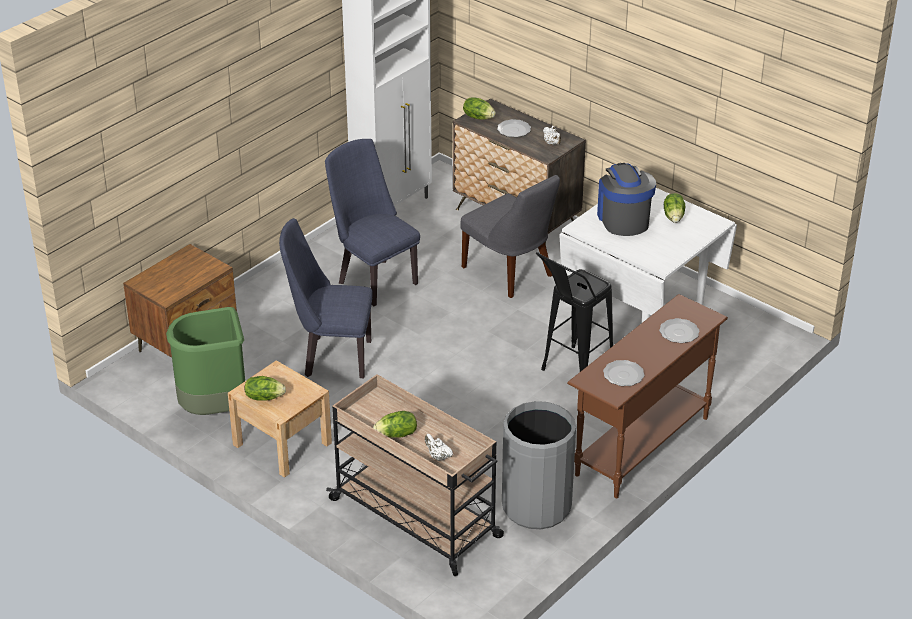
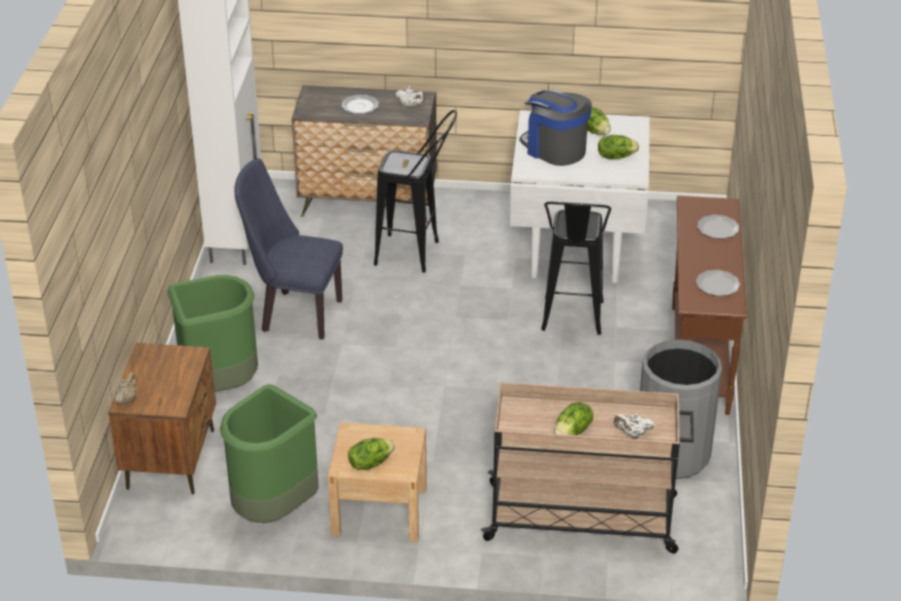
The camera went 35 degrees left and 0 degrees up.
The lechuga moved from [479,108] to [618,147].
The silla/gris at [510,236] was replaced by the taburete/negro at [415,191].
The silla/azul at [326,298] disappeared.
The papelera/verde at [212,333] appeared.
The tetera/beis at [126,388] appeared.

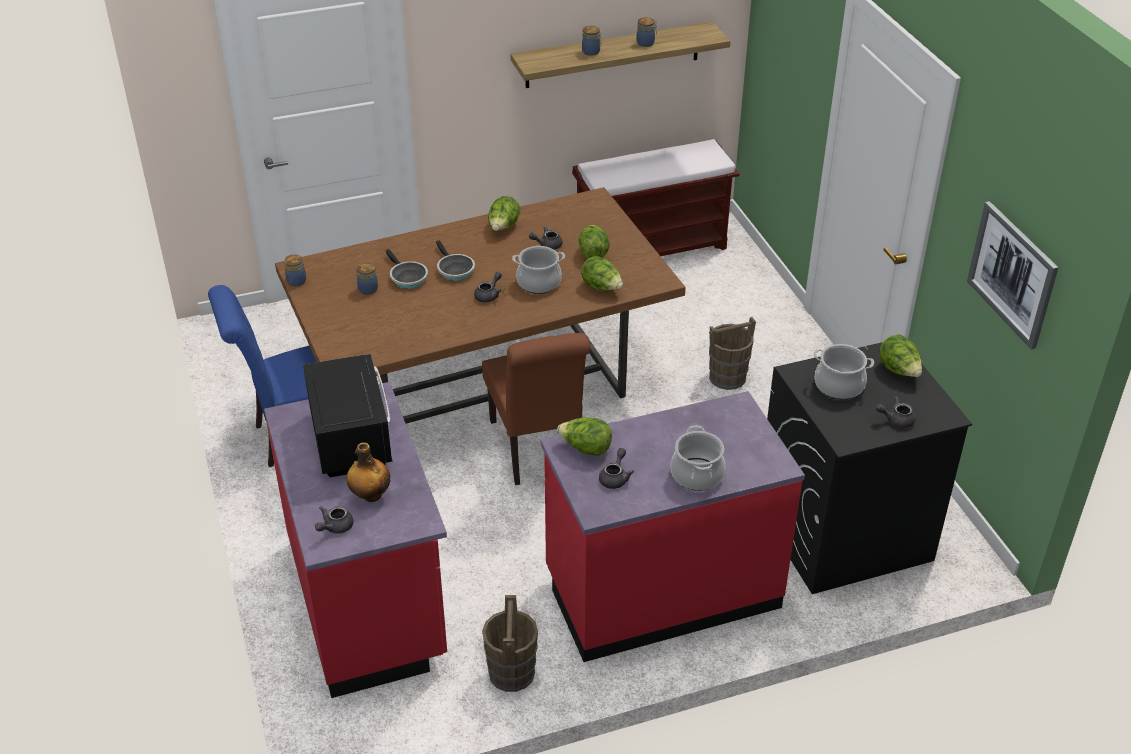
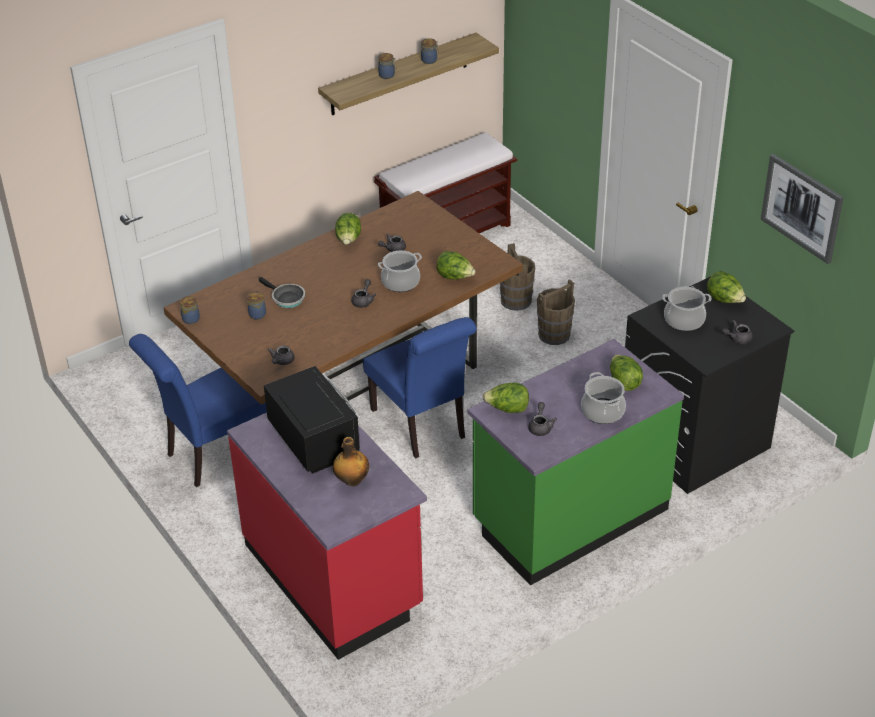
The camera went 15 degrees left and 0 degrees up.
The lechuga moved from [593,242] to [626,372].
The sartén at [455,260] disappeared.
The silla/marrón at [536,409] became the silla/azul at [419,387].
The mueble bajo de cocina/rojo at [672,526] became the mueble bajo de cocina/verde at [576,462].
The tetera/gris moved from [334,519] to [281,355].
The cubo/marrón moved from [510,643] to [517,277].

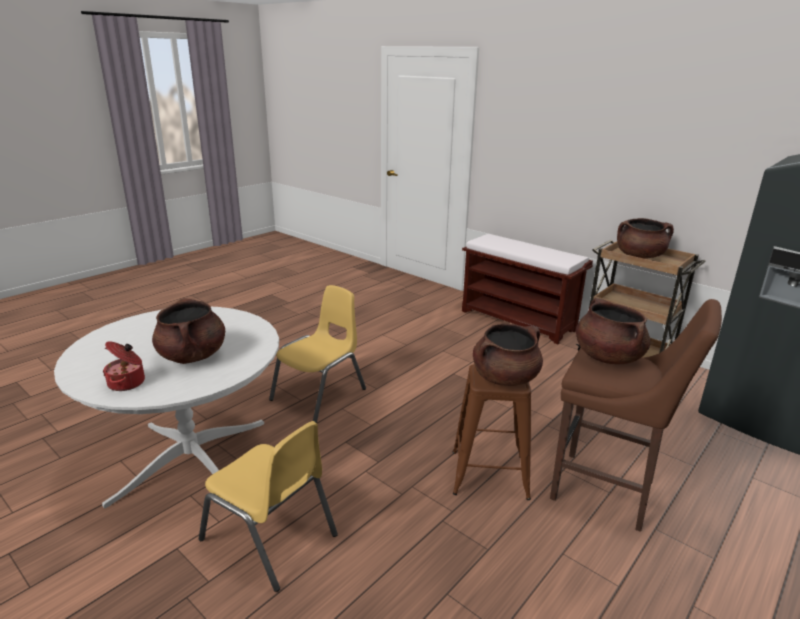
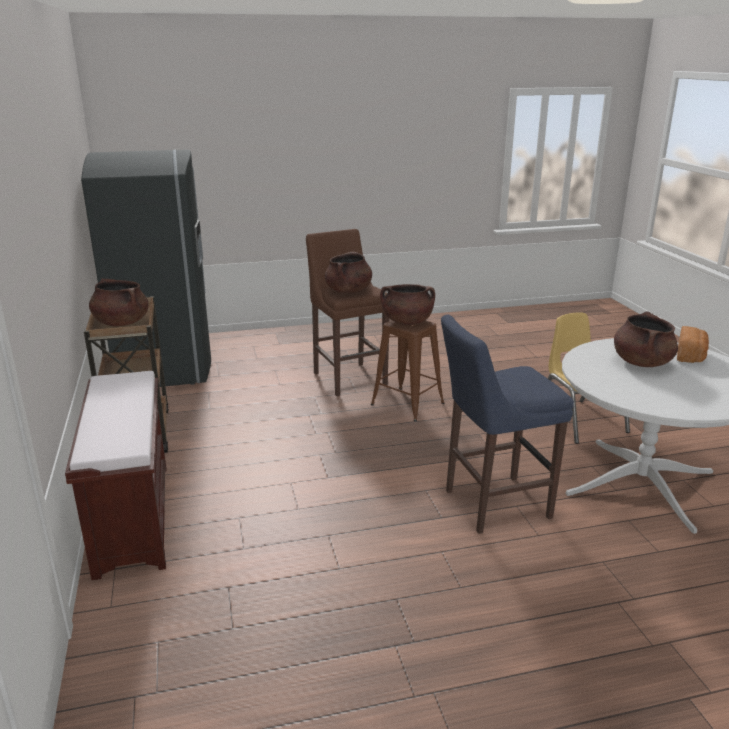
The camera went 145 degrees left and 0 degrees up.
The silla/amarillo at [317,354] was replaced by the taburete/azul at [507,424].
The olla at [124,366] was replaced by the pan at [693,344].

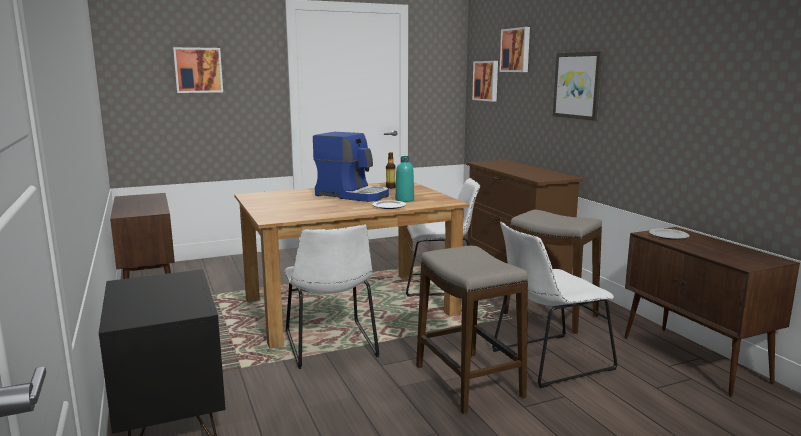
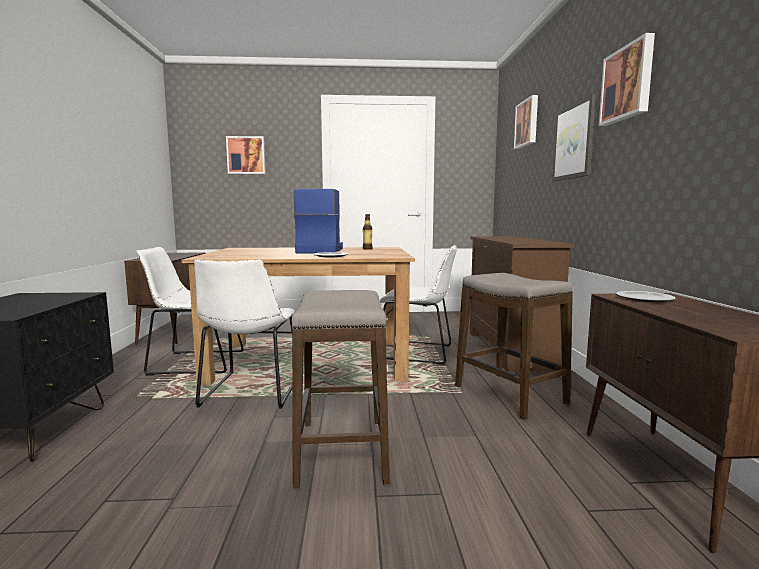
The camera went 20 degrees right and 5 degrees down.
The cuadro moved from [485,81] to [627,79].
The cafetera at [351,167] turned 135 degrees counterclockwise.
The botella/turquesa at [404,179] disappeared.
The silla/blanco moved from [555,305] to [190,311].

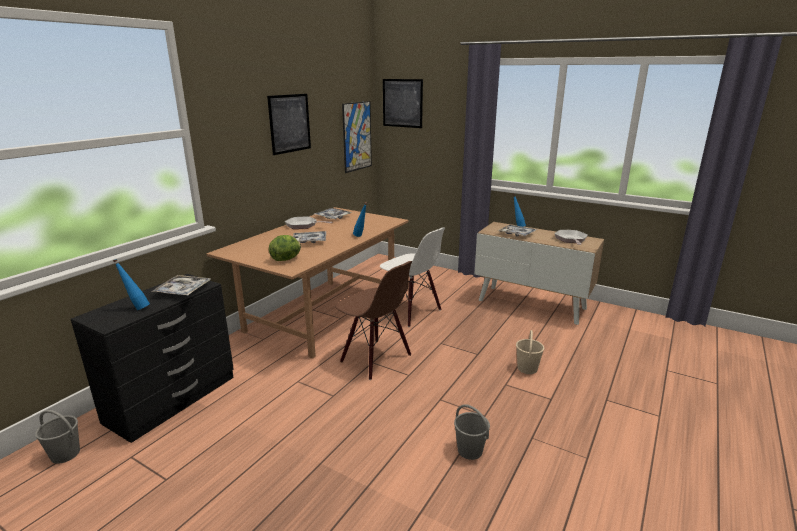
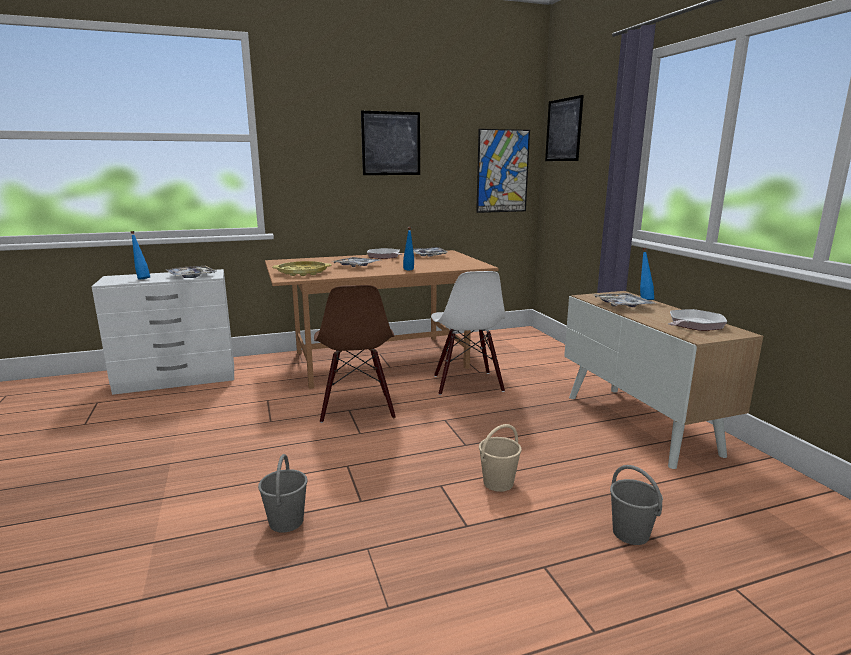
The camera went 40 degrees right and 5 degrees down.
The lechuga at [285,248] was replaced by the bandeja/amarillo at [301,268].
The cómoda/negro at [152,358] became the cómoda/blanco at [162,332].
The cubo/gris moved from [57,437] to [636,505].

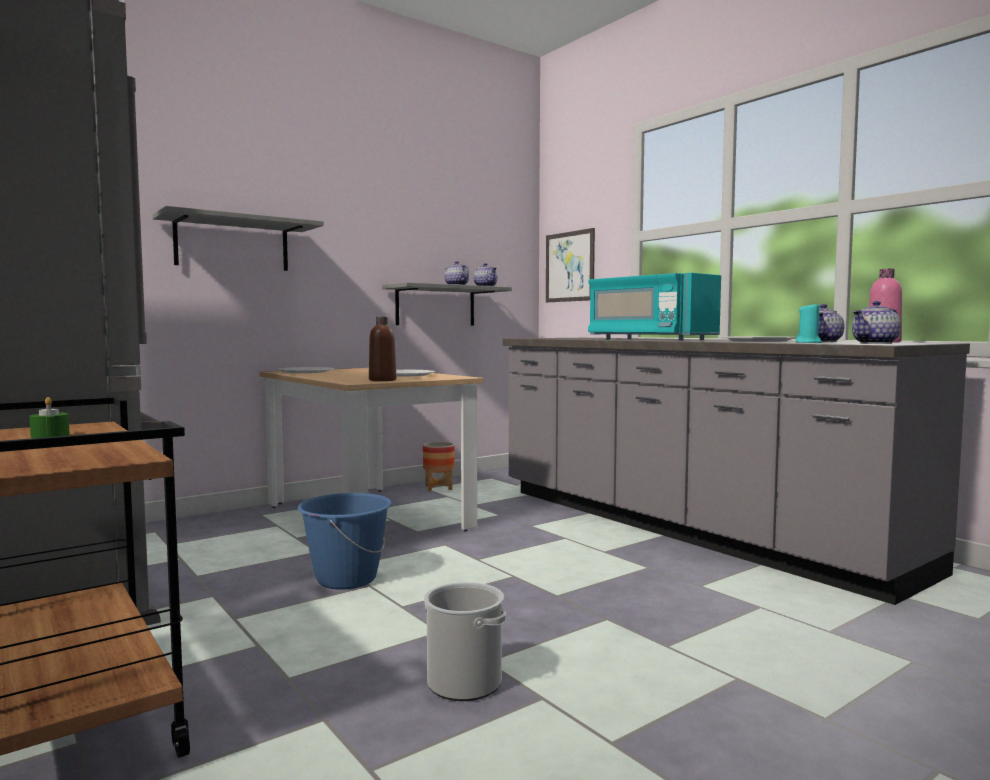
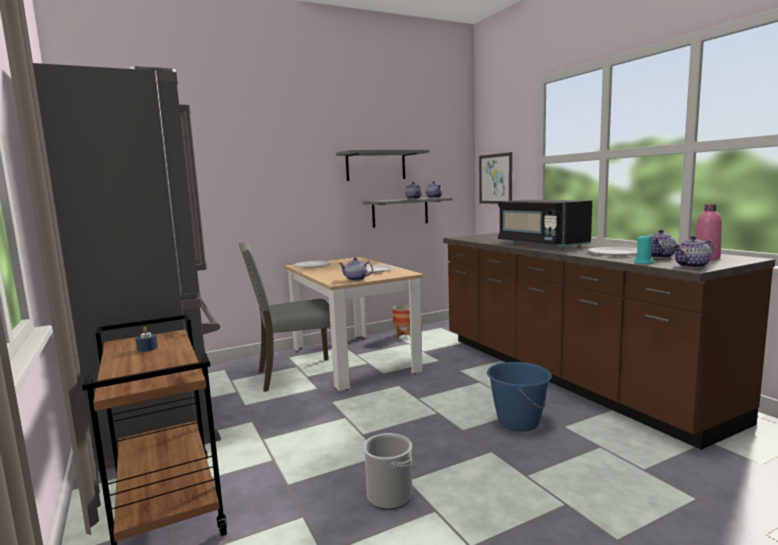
The camera went 10 degrees right and 5 degrees up.
The estante/gris moved from [238,238] to [383,165].
The microondas/turquesa at [654,306] became the microondas/negro at [545,224].
The botella/marrón at [382,349] was replaced by the tetera at [356,269].
The mueble bajo de cocina/gris at [736,471] became the mueble bajo de cocina/marrón at [609,341].
The vela/verde at [49,417] became the vela/azul at [147,339].
The cubo/azul moved from [345,541] to [519,396].
The silla/gris at [285,317] appeared.

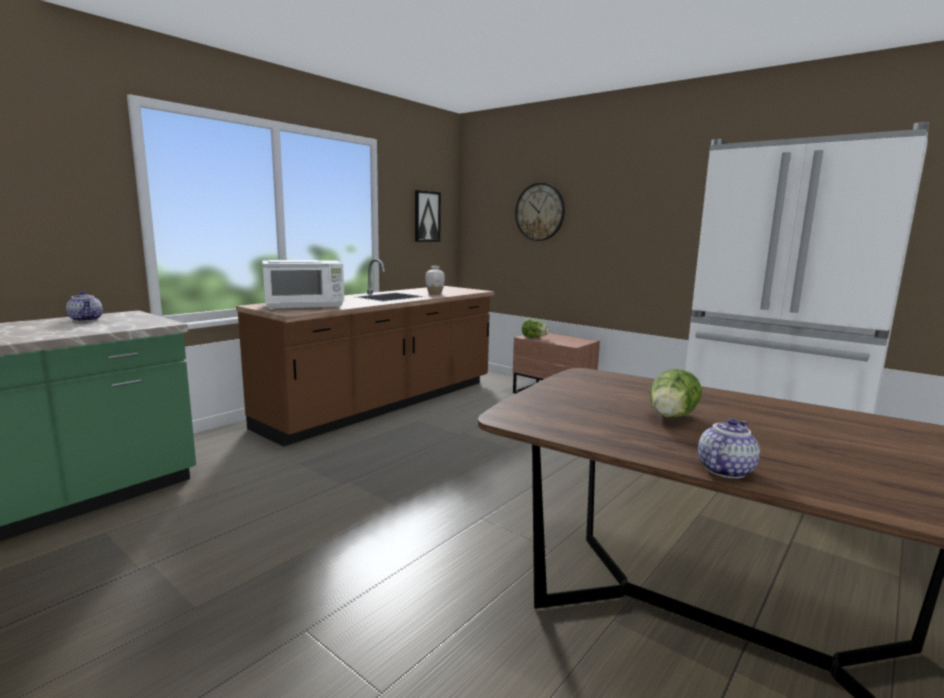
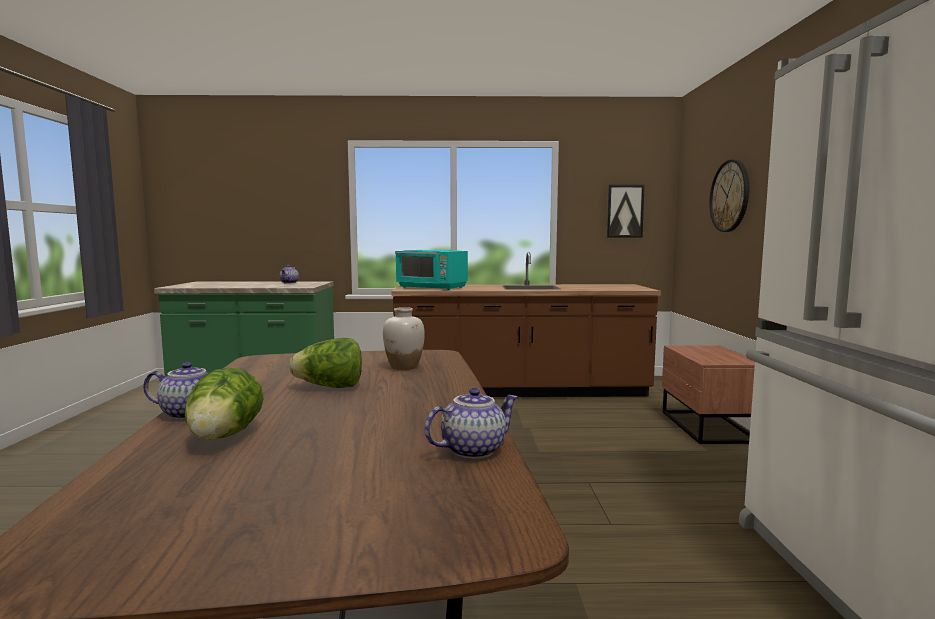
The camera went 50 degrees right and 5 degrees down.
The microondas/blanco at [303,285] became the microondas/turquesa at [431,270].
The florero/blanco moved from [435,280] to [404,338].
The lechuga moved from [535,328] to [224,403].
The tetera at [471,423] appeared.

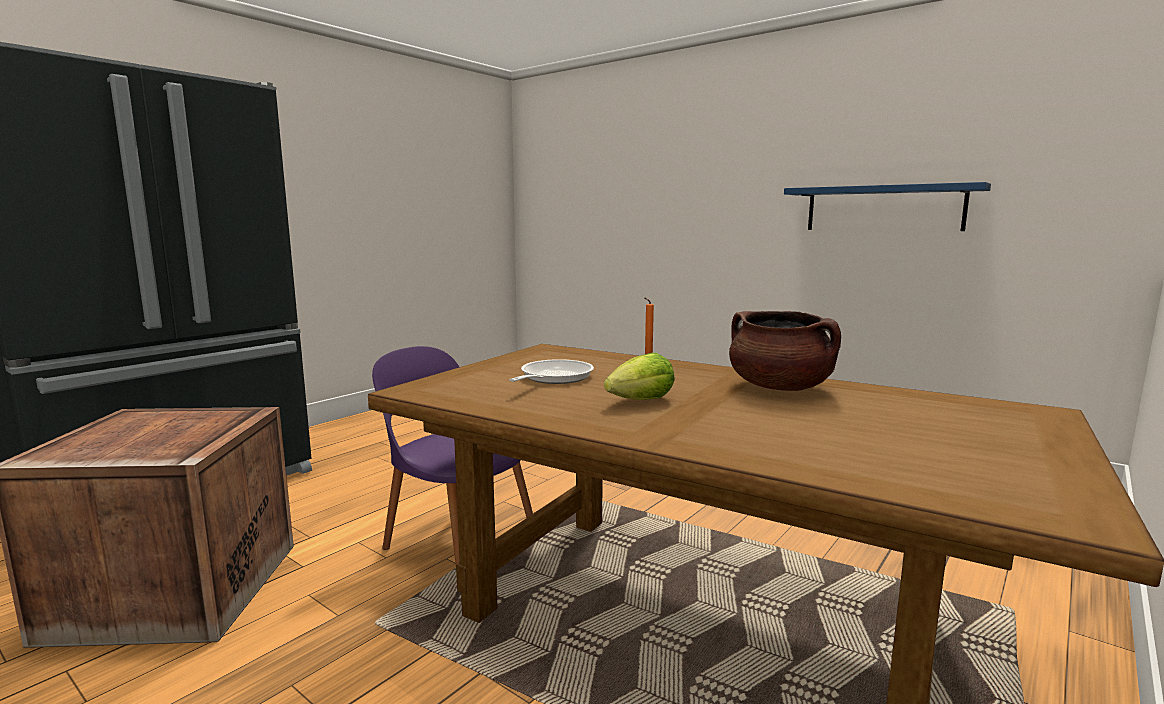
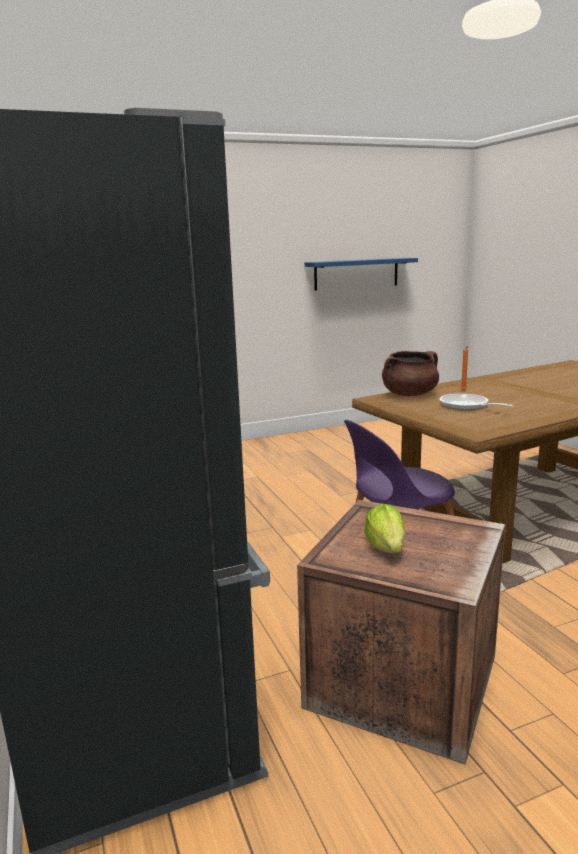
The camera went 60 degrees left and 5 degrees up.
The olla/marrón moved from [785,351] to [410,373].
The lechuga moved from [639,376] to [384,528].

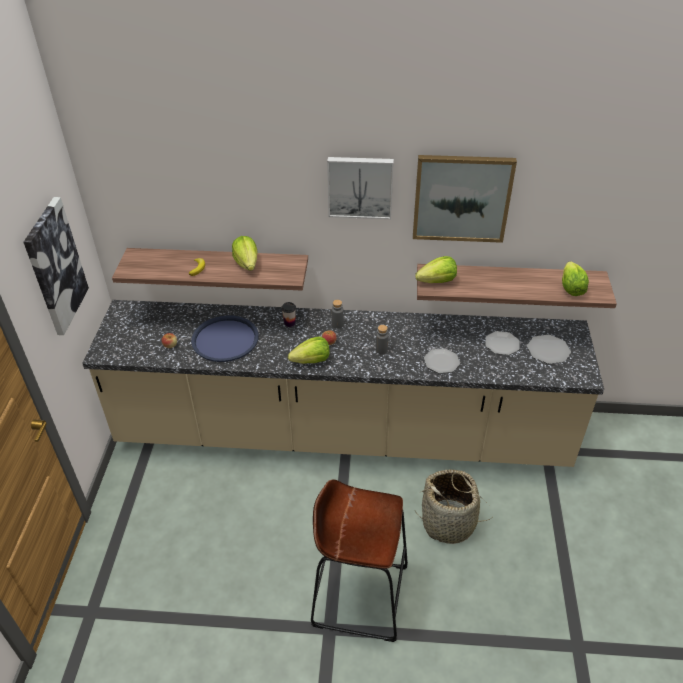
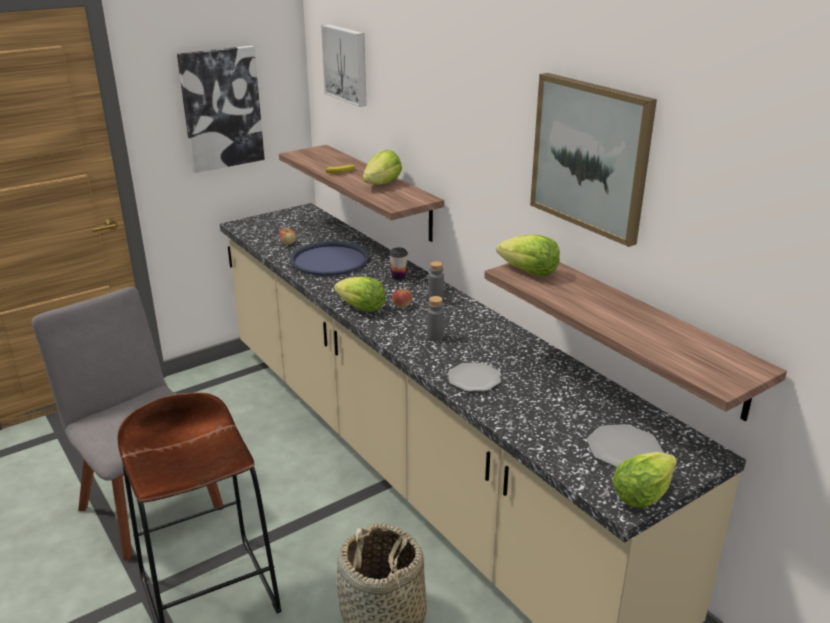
The camera went 50 degrees right and 15 degrees down.
The cuadro moved from [360,188] to [344,65].
The lechuga moved from [575,279] to [644,480].
The plato at [502,343] disappeared.
The silla/gris at [128,424] appeared.

